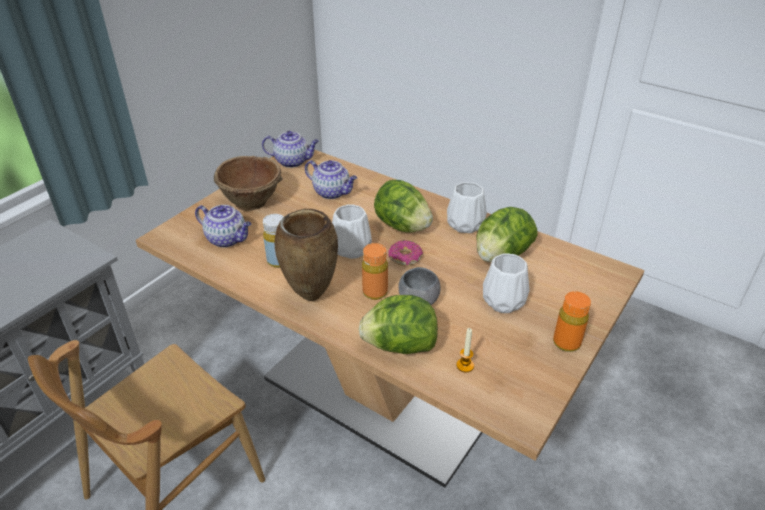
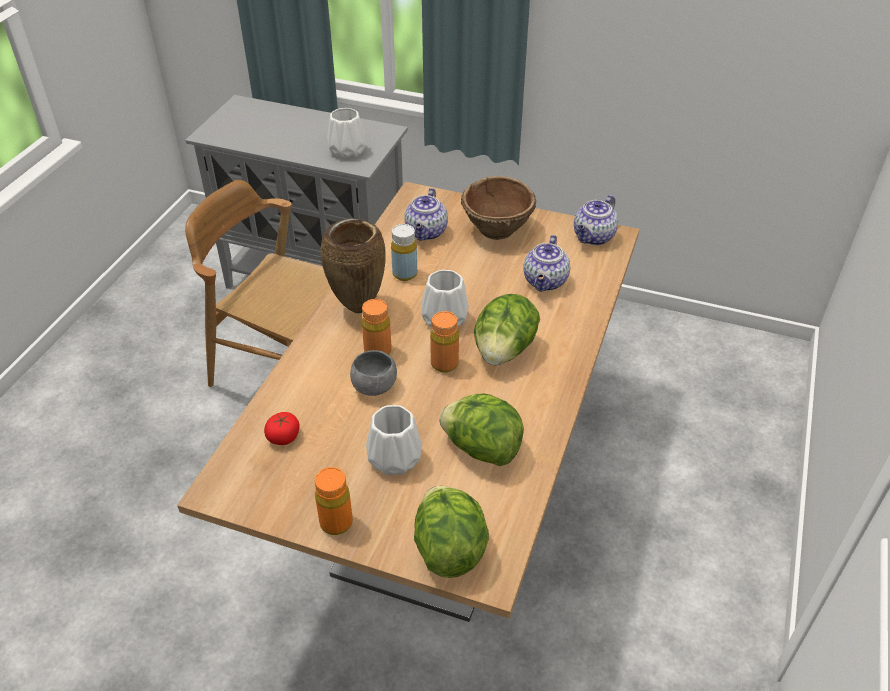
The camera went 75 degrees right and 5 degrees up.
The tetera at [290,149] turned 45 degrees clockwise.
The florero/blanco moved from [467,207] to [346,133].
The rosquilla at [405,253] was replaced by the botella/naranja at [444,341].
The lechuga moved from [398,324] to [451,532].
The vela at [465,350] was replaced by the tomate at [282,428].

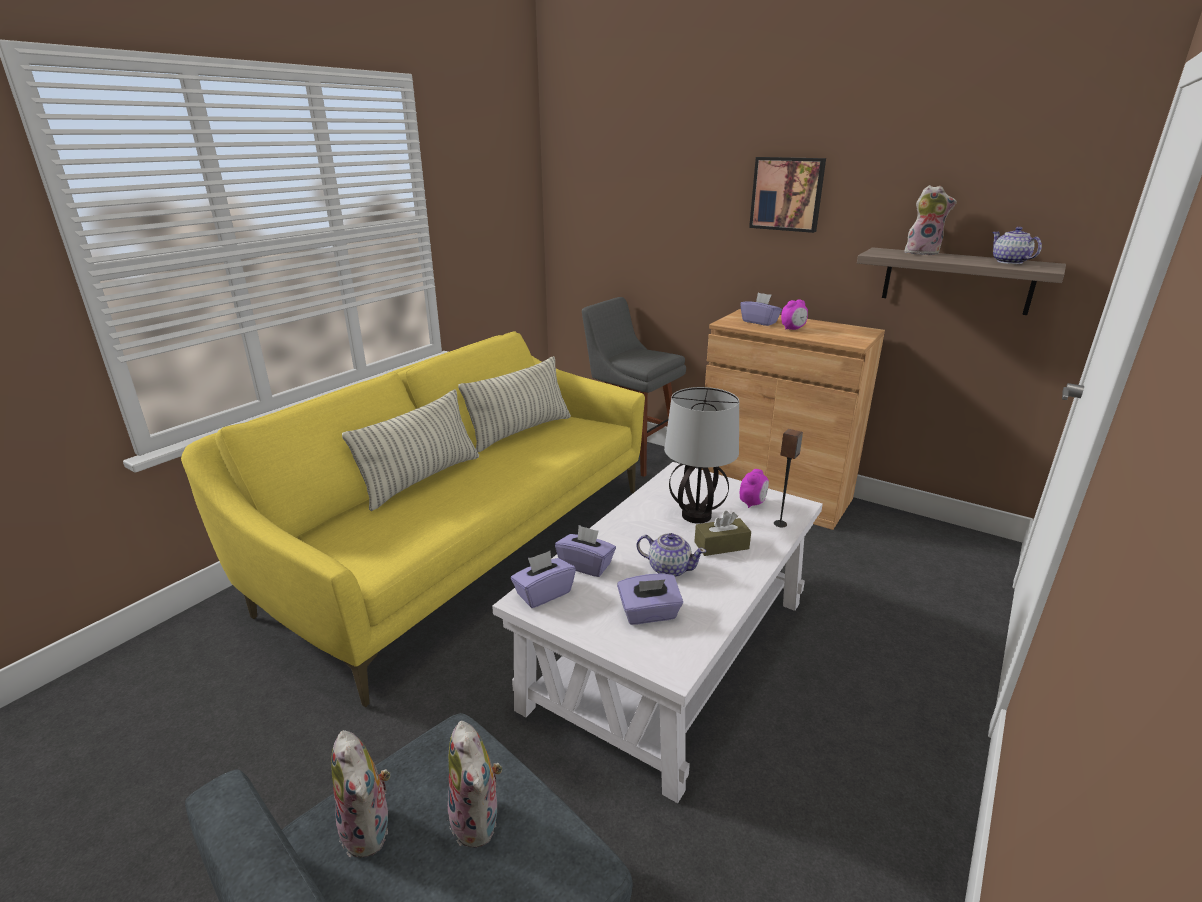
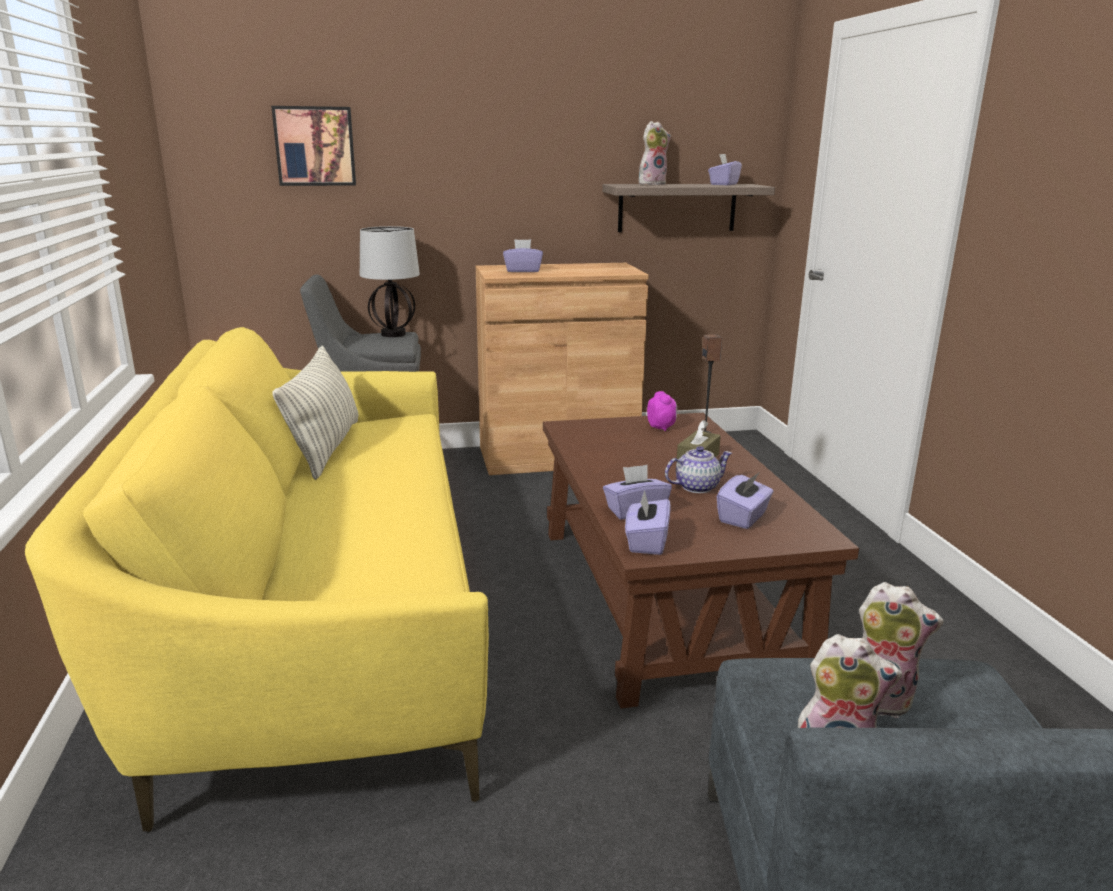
The camera went 45 degrees left and 5 degrees down.
The cuadro moved from [787,195] to [313,146].
The tetera at [1017,245] was replaced by the caja de pañuelos/morado at [725,170].
The despertador at [794,314] disappeared.
The lámpara de mesa moved from [701,455] to [390,281].
The cojín at [410,450] disappeared.
The mesa de centro/blanco at [657,632] became the mesa de centro/marrón at [701,561].

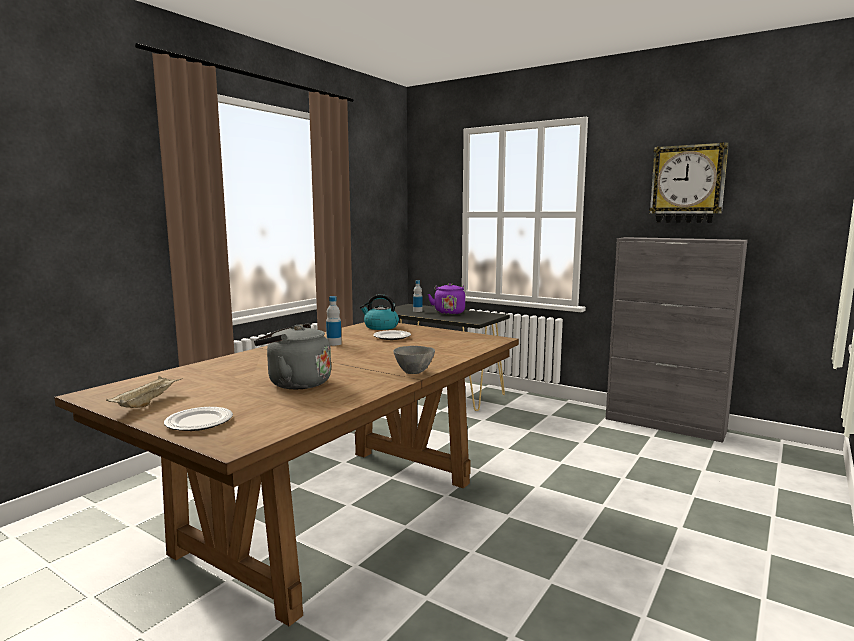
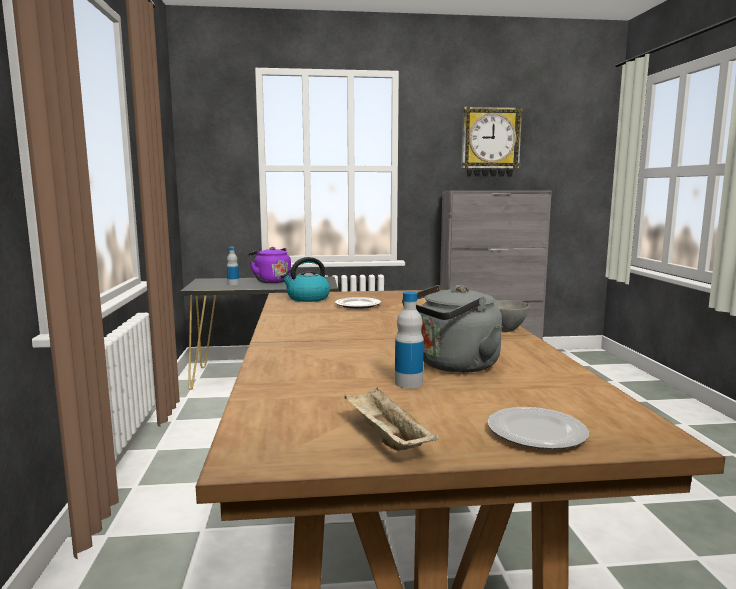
The camera went 40 degrees left and 0 degrees up.
The botella moved from [334,321] to [409,339].

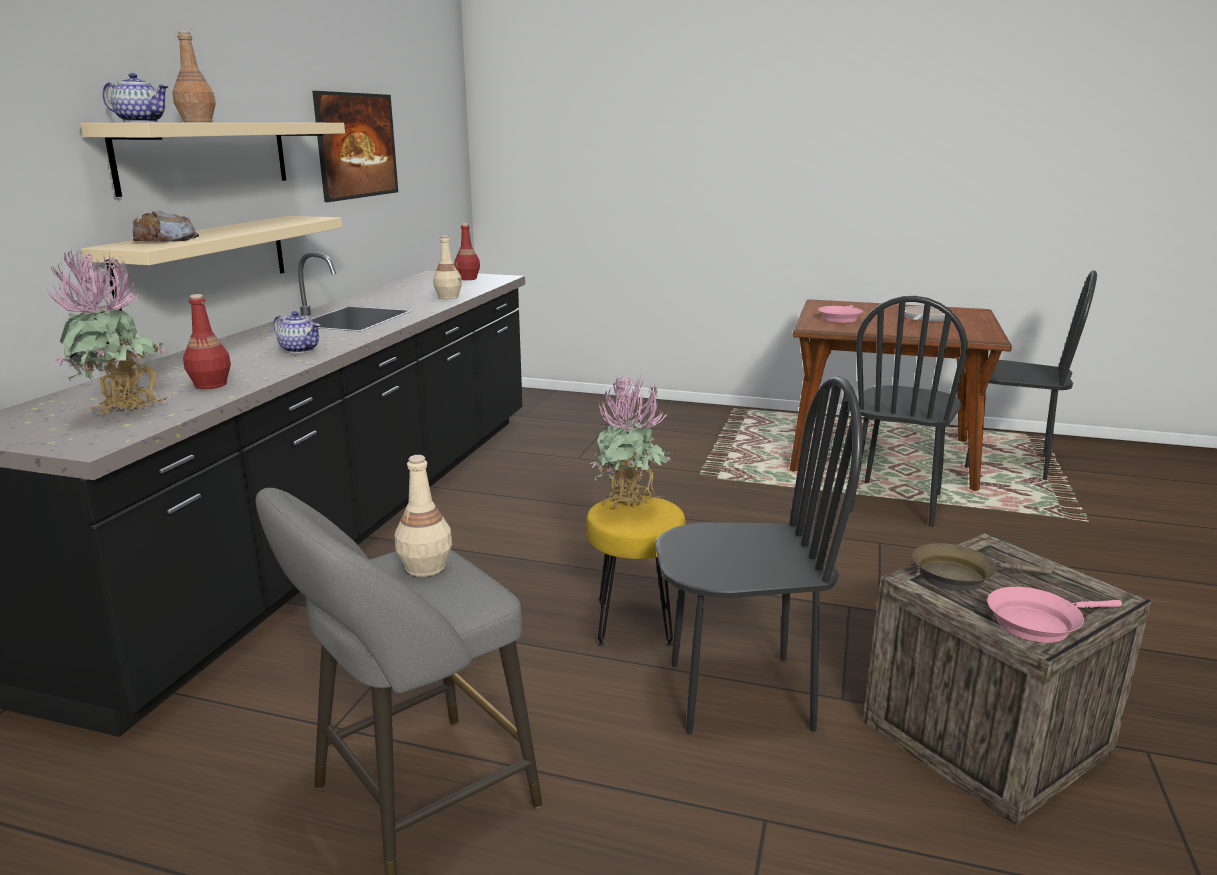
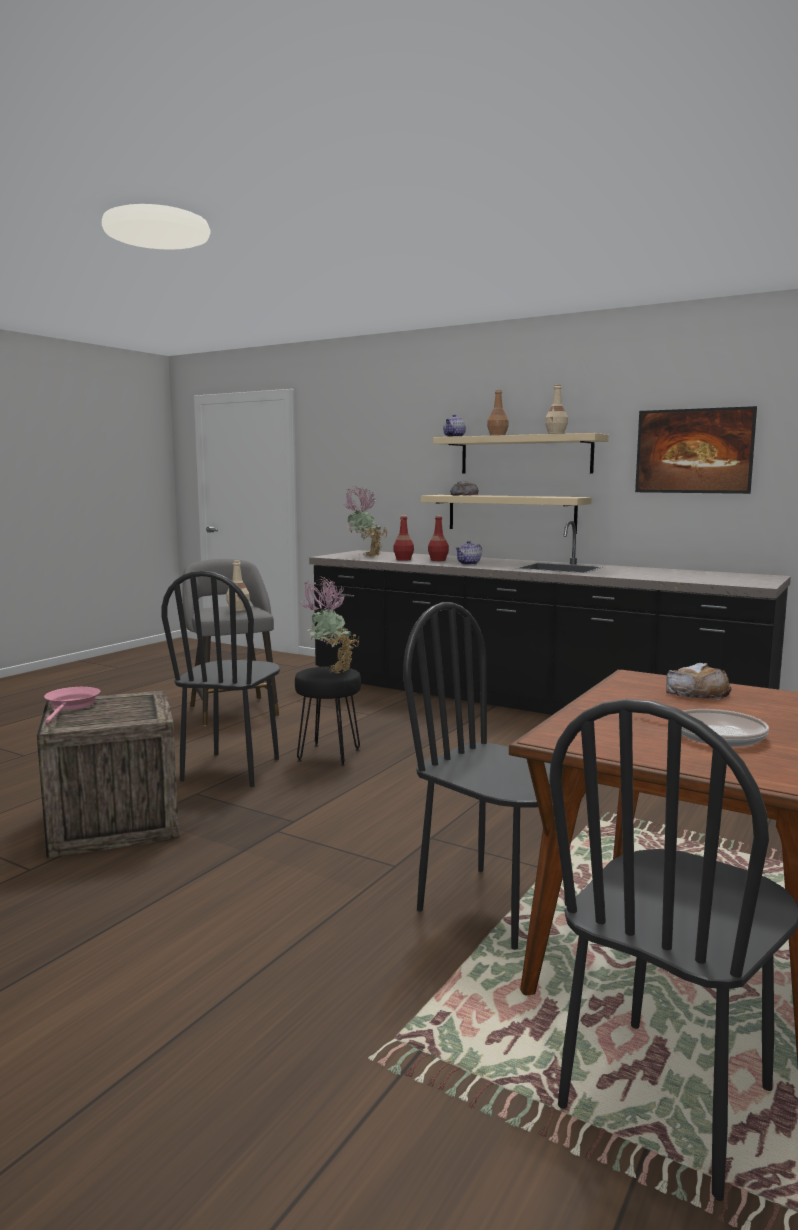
The camera went 105 degrees right and 10 degrees down.
The botella/rojo moved from [467,251] to [438,538].
The botella/beis moved from [447,267] to [556,409].
The sartén/rosa at [840,314] was replaced by the pan at [699,681].
The taburete/amarillo at [636,571] became the taburete/negro at [328,716].
The sartén/marrón at [982,567] disappeared.

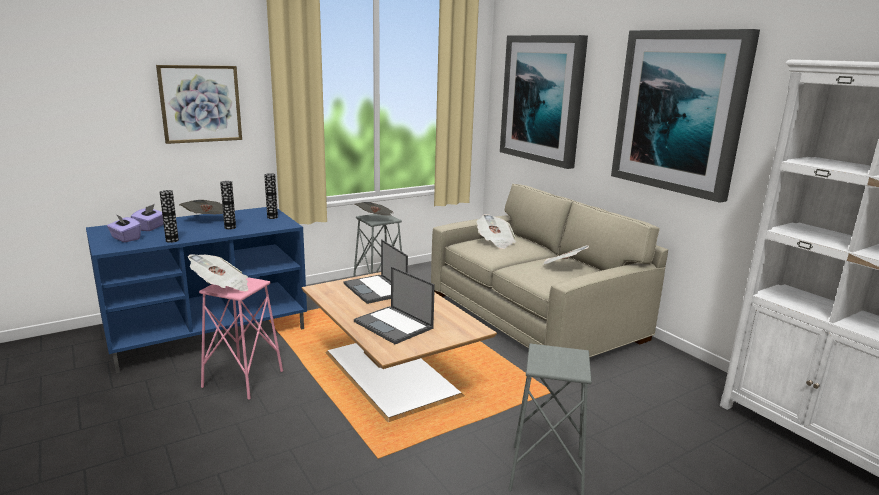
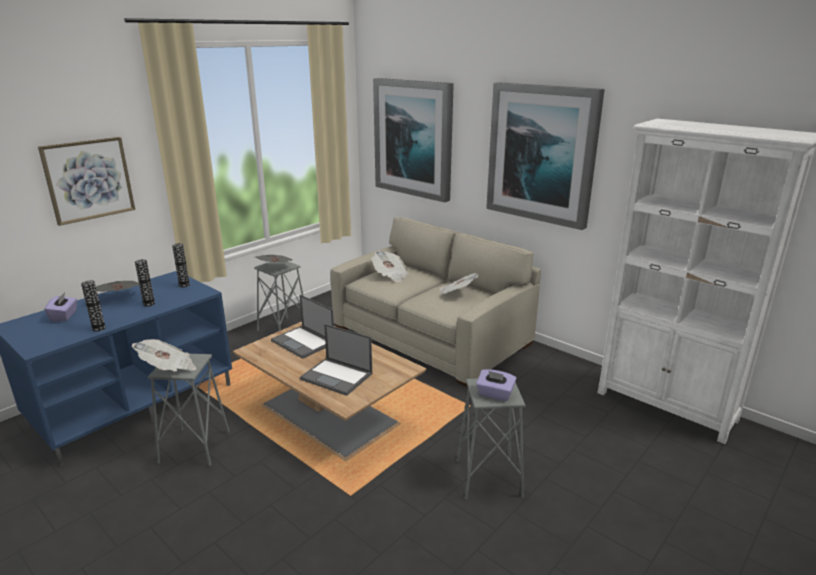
The camera went 15 degrees left and 5 degrees up.
The caja de pañuelos/morado moved from [124,228] to [496,385].
The taburete/rosa at [241,338] became the taburete/gris at [189,410].

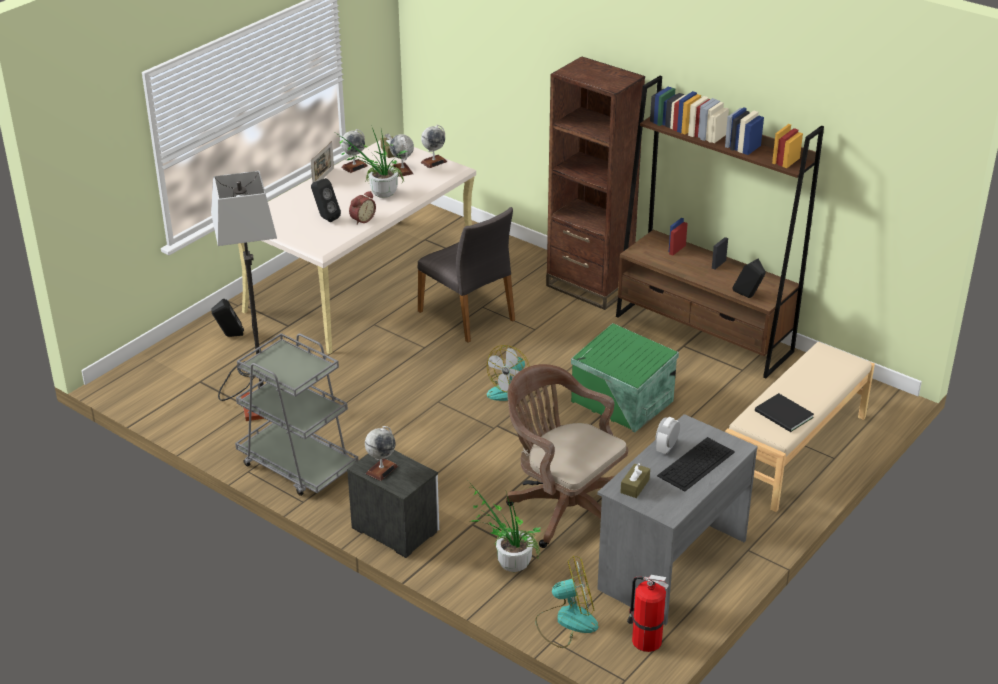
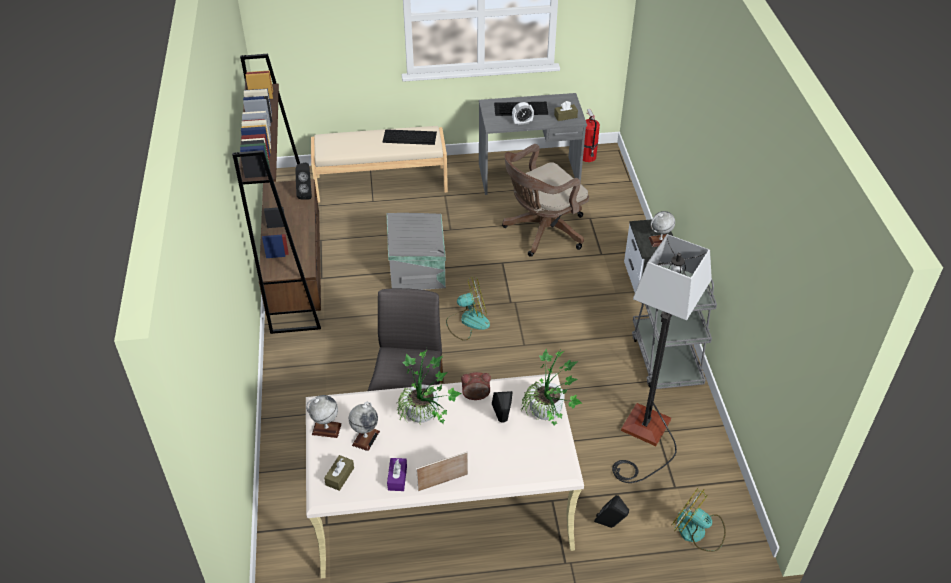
The camera went 135 degrees left and 10 degrees up.
The estantería/marrón at [595,183] disappeared.
The globo terráqueo at [354,151] was replaced by the caja de pañuelos/morado at [397,474].
The caja de almacenaje/verde at [625,377] became the caja de almacenaje/gris at [416,251].
The silla de oficina/marrón at [567,456] turned 60 degrees clockwise.
The libro/negro at [784,412] was replaced by the teclado at [409,137].
The planta en maceta moved from [505,527] to [551,387].
The ventilador moved from [566,602] to [698,520].

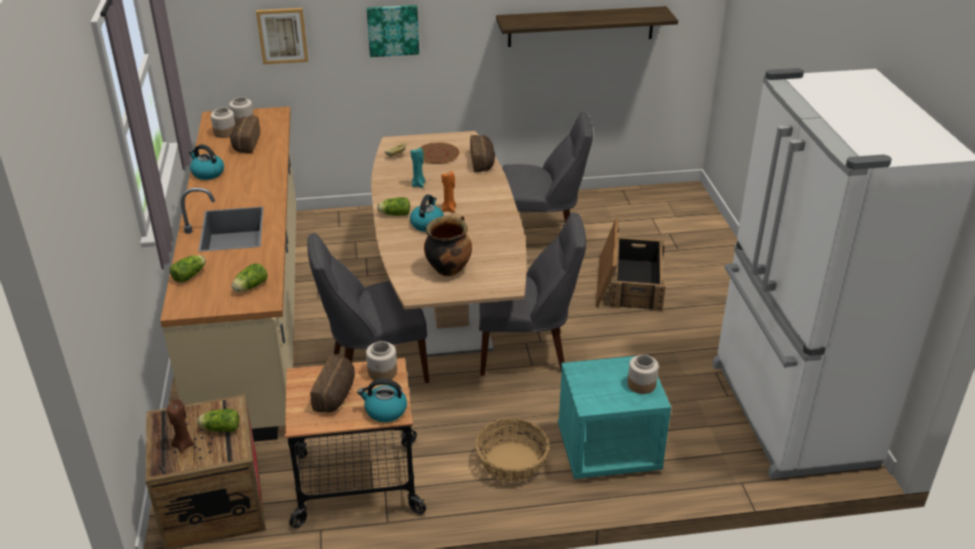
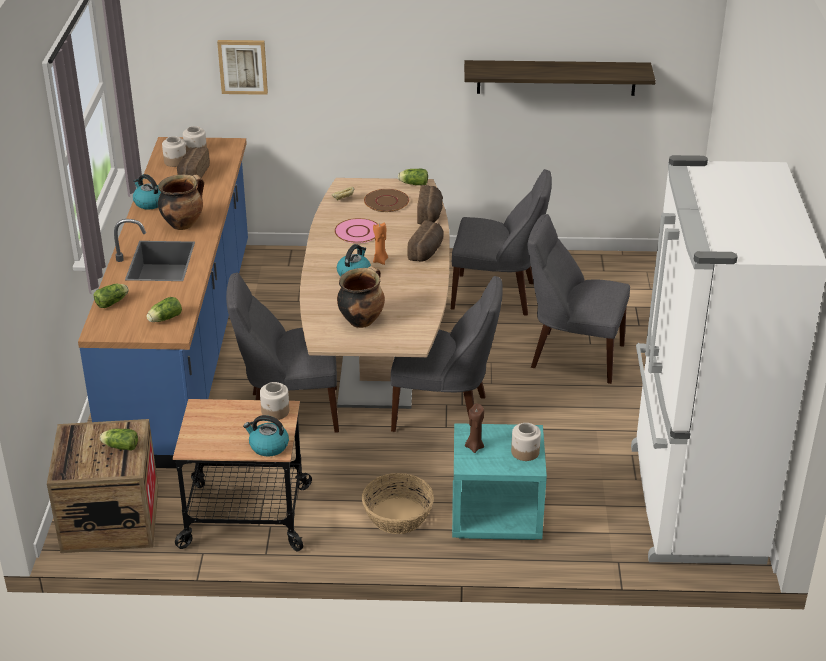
The camera went 10 degrees right and 0 degrees up.
The cuadro at [393,31] disappeared.
The mueble bajo de cocina/beis at [228,274] became the mueble bajo de cocina/azul at [163,302].
The vela/turquesa at [418,167] was replaced by the plato/rosa at [356,230].
The lechuga moved from [393,206] to [413,177].
The caja de embalaje at [631,265] was replaced by the silla/gris at [579,299].
The pan moved from [332,383] to [426,241].
The vela/marrón moved from [180,426] to [474,428].
The olla at [181,202] appeared.

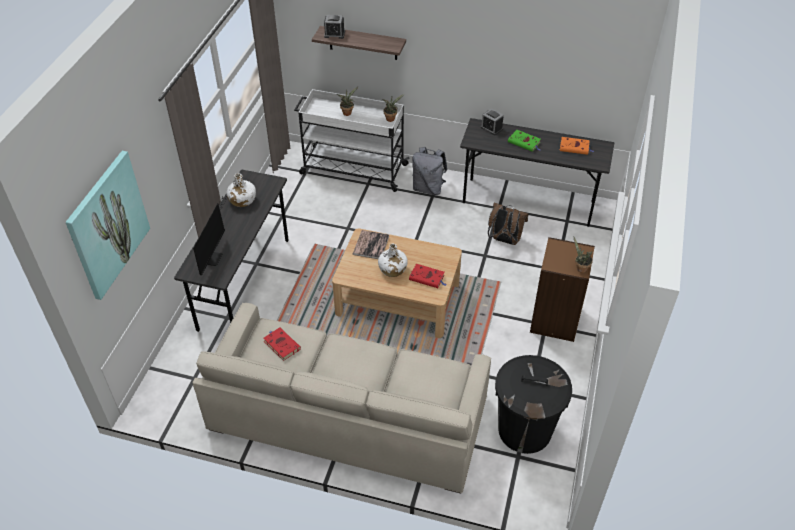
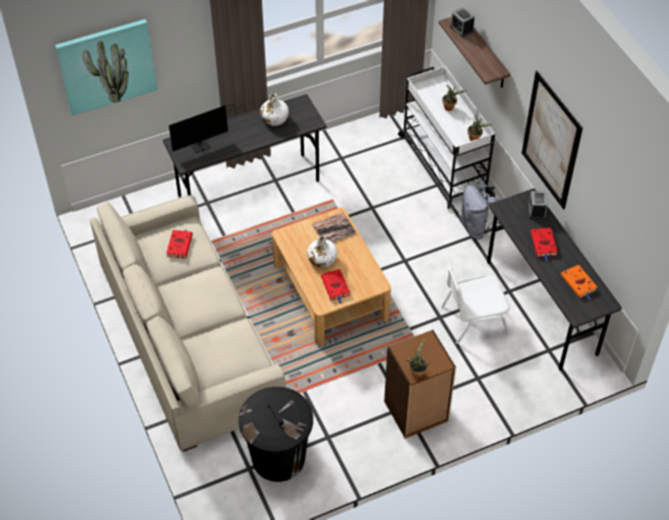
The camera went 50 degrees right and 5 degrees up.
The libro/verde at [524,141] became the libro/rojo at [544,245].
The mochila/marrón at [508,224] was replaced by the silla/blanco at [476,305].
The cuadro at [552,140] appeared.

